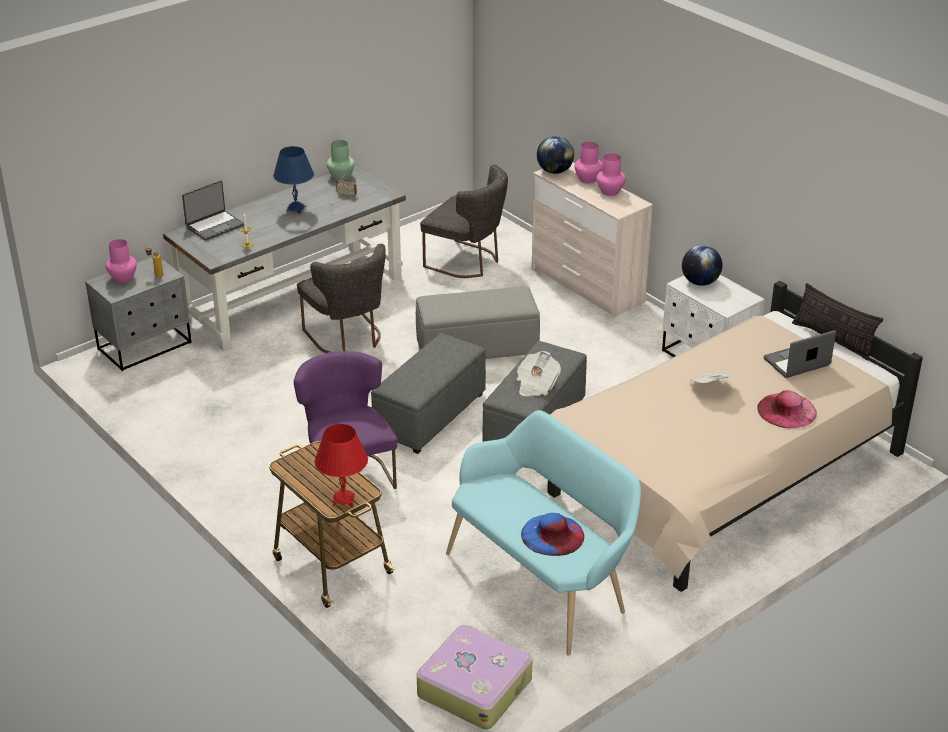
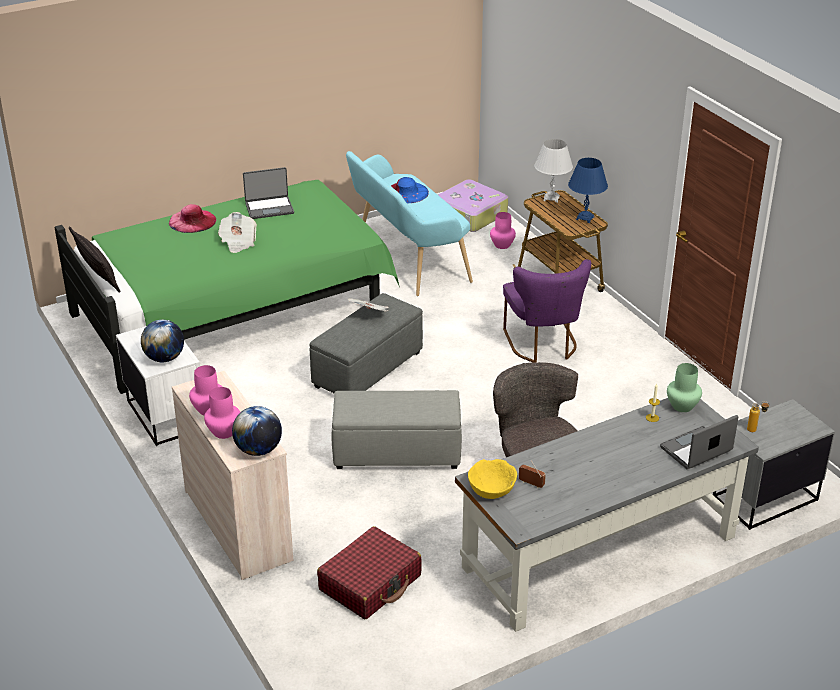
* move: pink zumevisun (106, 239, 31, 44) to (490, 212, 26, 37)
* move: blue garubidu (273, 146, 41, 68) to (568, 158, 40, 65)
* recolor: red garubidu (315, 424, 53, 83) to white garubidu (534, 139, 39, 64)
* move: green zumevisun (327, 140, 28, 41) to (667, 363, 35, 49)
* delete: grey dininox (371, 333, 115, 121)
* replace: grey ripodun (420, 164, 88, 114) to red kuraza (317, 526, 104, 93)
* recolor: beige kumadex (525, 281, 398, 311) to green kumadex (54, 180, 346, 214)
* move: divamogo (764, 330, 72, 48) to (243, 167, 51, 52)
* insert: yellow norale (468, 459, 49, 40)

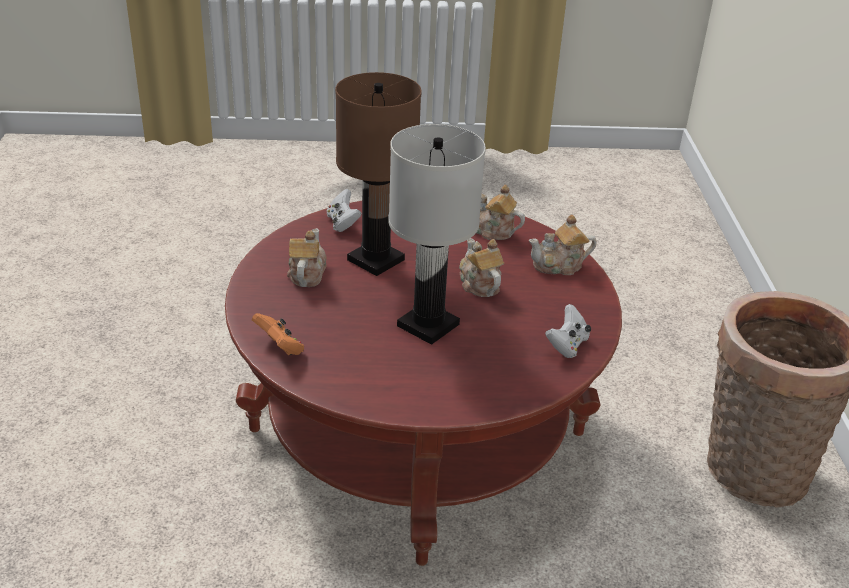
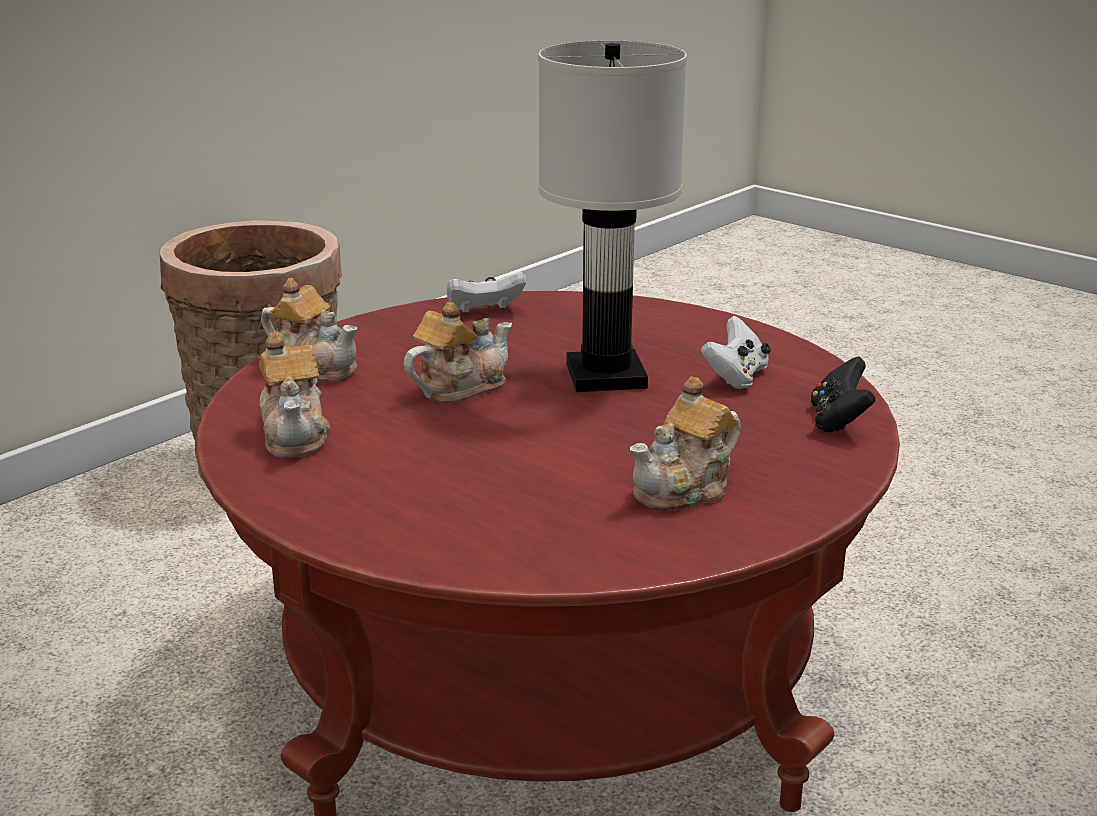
* recolor: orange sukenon (252, 313, 52, 42) to black sukenon (811, 357, 65, 75)
* move: white sukenon (327, 189, 35, 43) to (701, 316, 70, 73)
* delete: brown garubidu (335, 72, 87, 204)
* rotate: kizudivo (459, 238, 45, 59) = (404, 302, 108, 101) 150 degrees counterclockwise

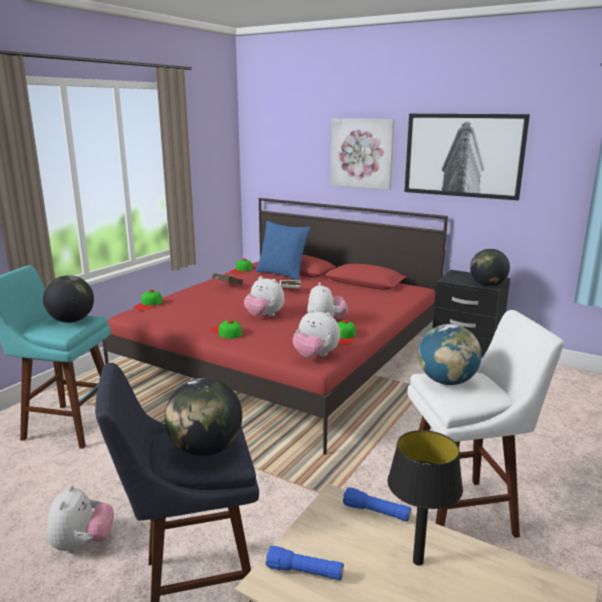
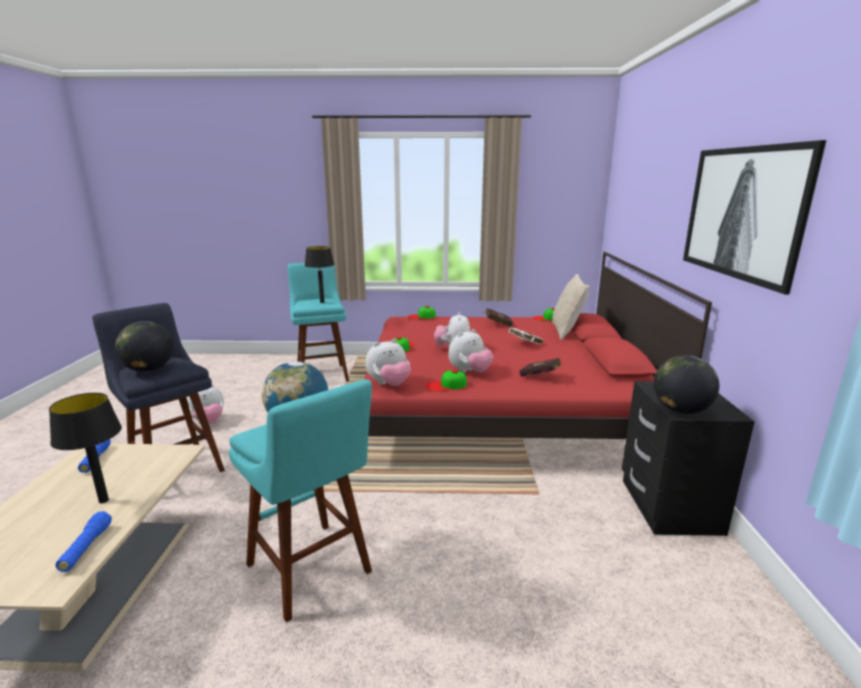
* replace: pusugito (43, 275, 51, 48) to black garubidu (305, 246, 29, 57)
* recolor: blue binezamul (255, 221, 56, 59) to beige binezamul (552, 274, 38, 66)
* rotate: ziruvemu (293, 309, 47, 49) = (366, 339, 45, 47) 120 degrees counterclockwise
* delete: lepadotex (330, 118, 65, 72)
* move: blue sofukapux (343, 487, 68, 35) to (55, 511, 57, 61)
* recolor: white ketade (407, 310, 157, 228) to turquoise ketade (229, 380, 143, 243)
* insert: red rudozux (519, 358, 43, 19)

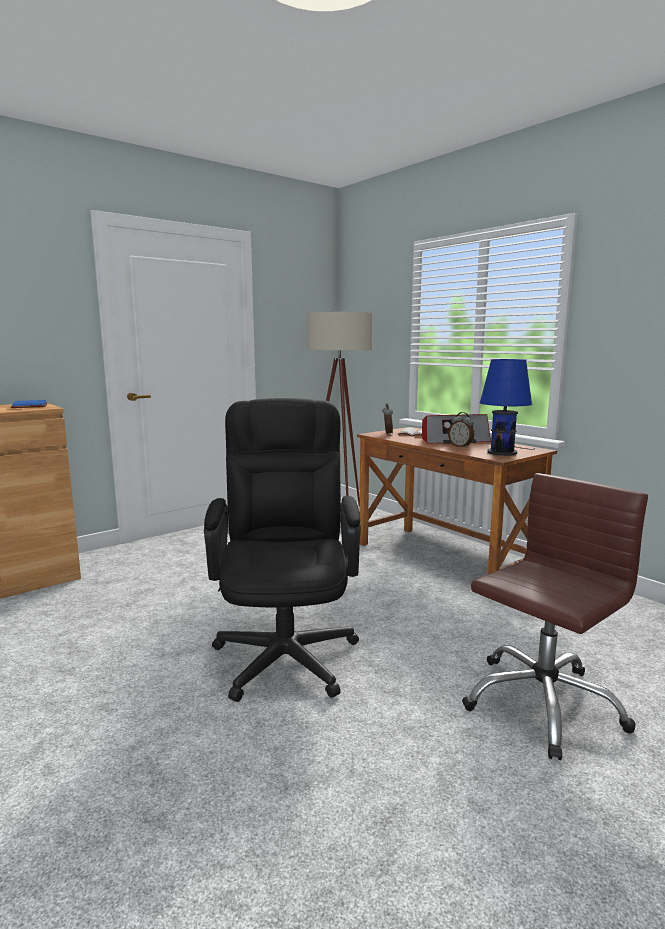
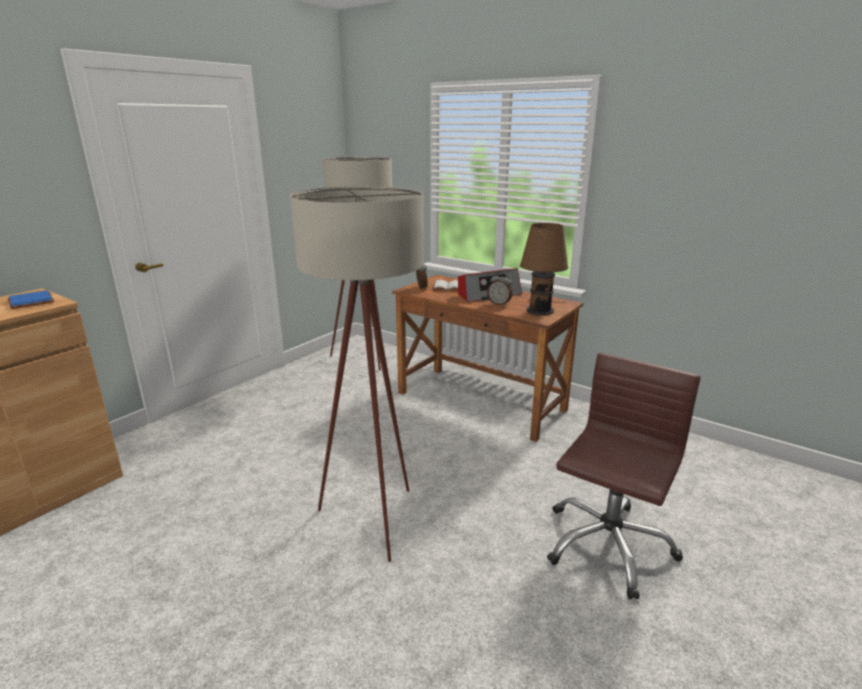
* replace: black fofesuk (204, 398, 157, 304) to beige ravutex (290, 186, 134, 376)
* recolor: blue garubidu (479, 359, 56, 97) to brown garubidu (520, 223, 48, 92)

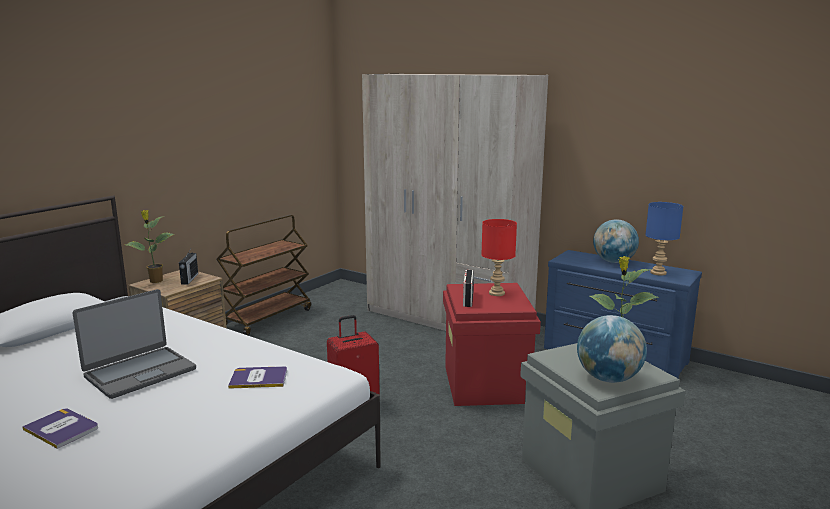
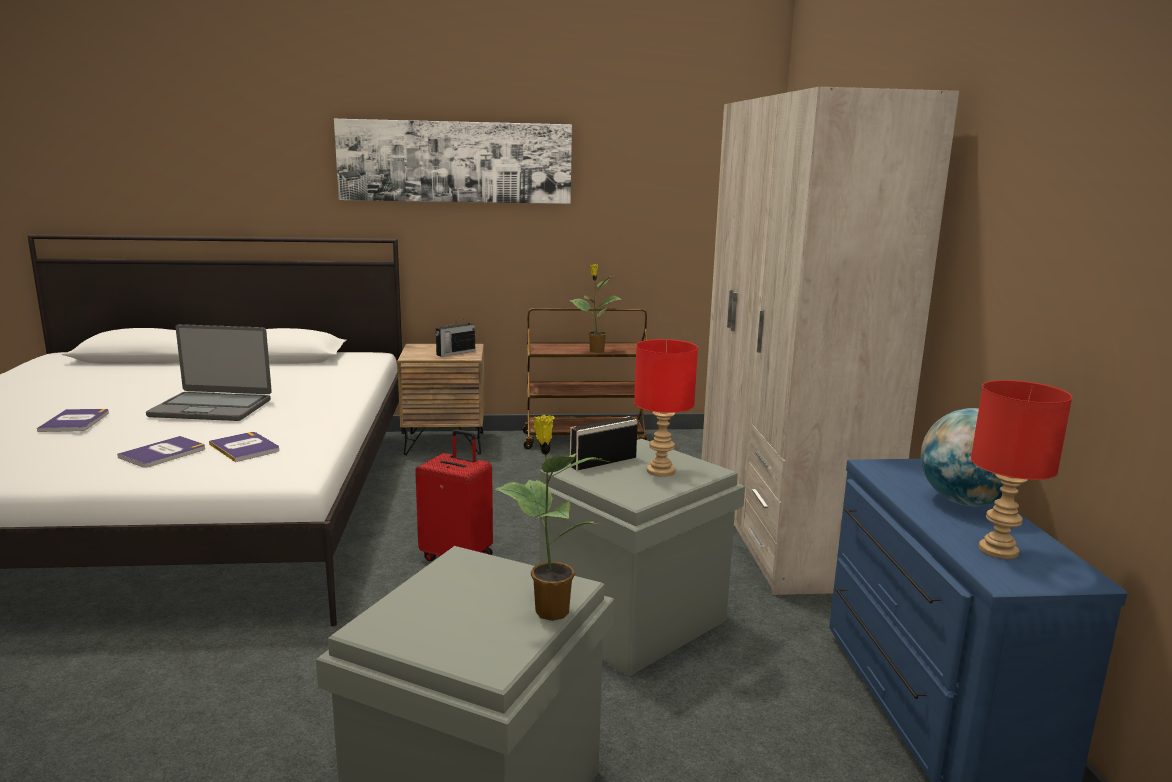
* move: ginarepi (125, 210, 49, 73) to (569, 264, 53, 89)
* recolor: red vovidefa (443, 283, 98, 123) to grey vovidefa (539, 439, 206, 237)
* delete: pusugito (577, 315, 70, 68)
* recolor: blue garubidu (645, 202, 39, 74) to red garubidu (971, 380, 101, 179)
* insert: rudozux (117, 436, 88, 31)
* insert: lepadotex (334, 119, 238, 85)

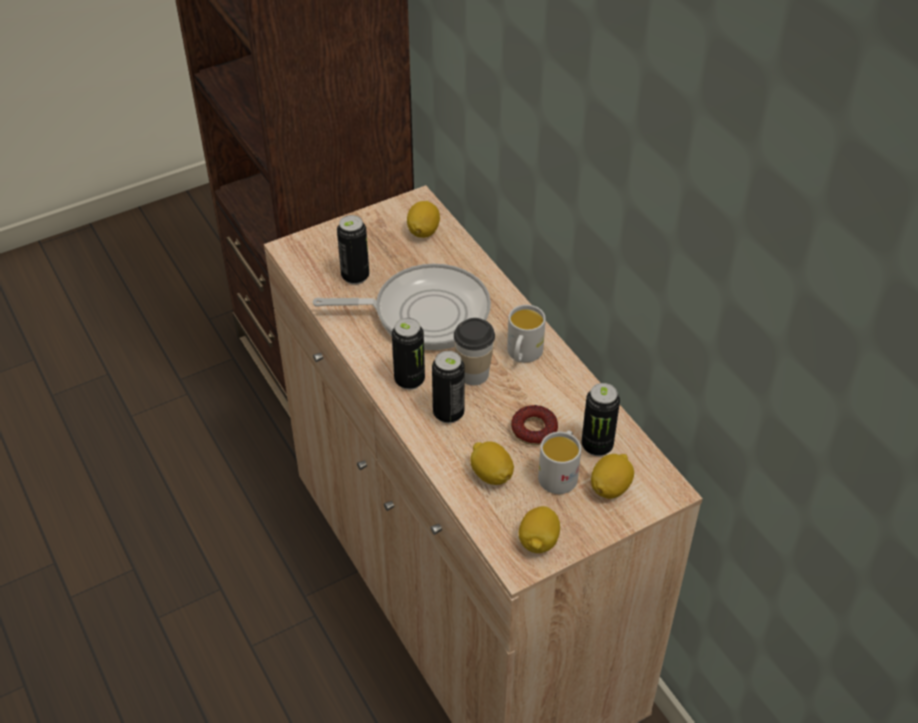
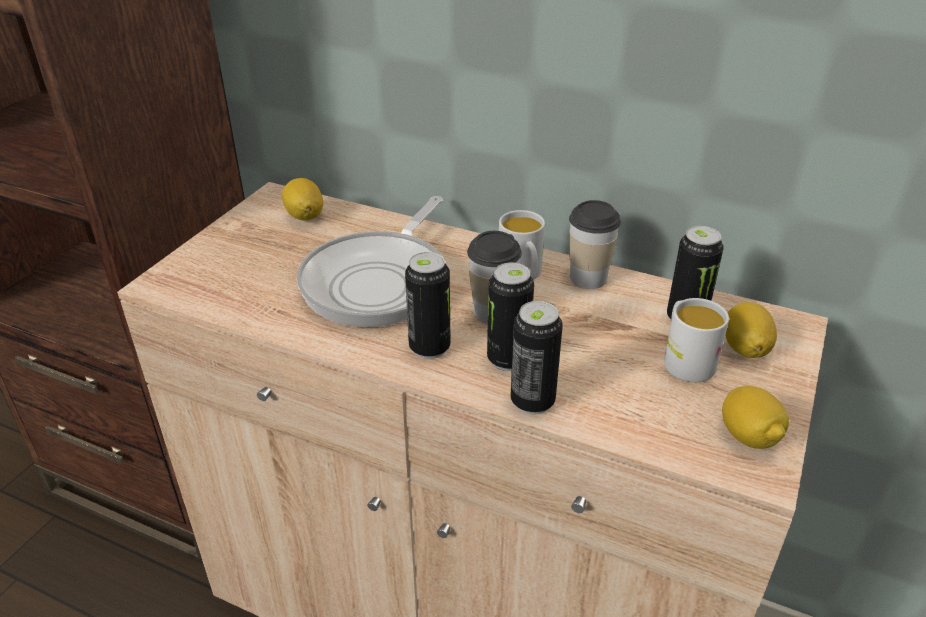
* rotate: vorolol (313, 264, 178, 86) = (297, 196, 149, 131) 150 degrees clockwise
* move: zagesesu (337, 215, 32, 70) to (510, 301, 53, 114)
* delete: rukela (470, 441, 44, 44)
* delete: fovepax (511, 405, 47, 40)
* insert: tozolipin (569, 200, 52, 89)

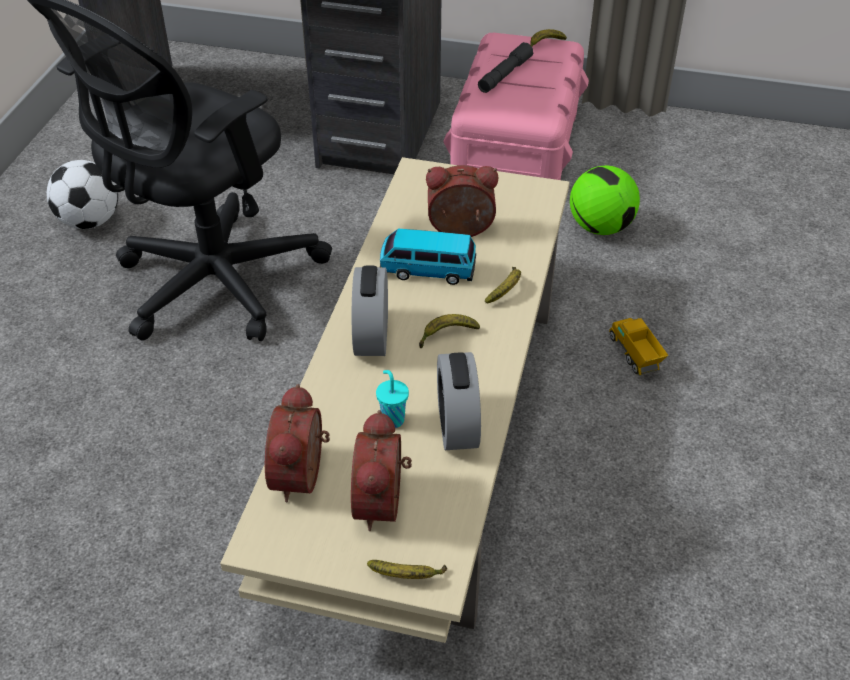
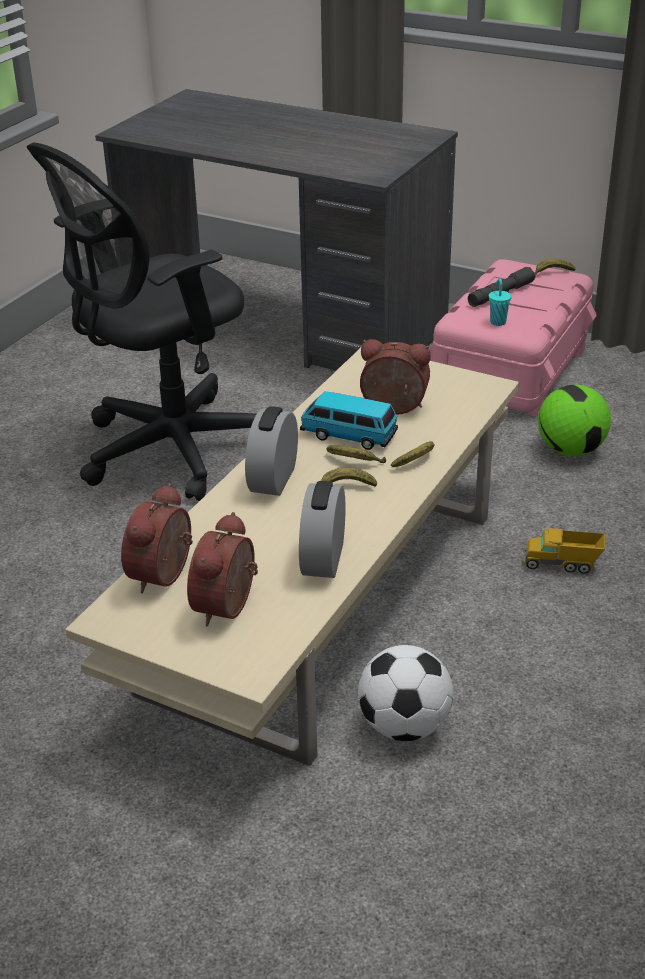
* move: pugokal (47, 160, 71, 69) to (358, 645, 95, 96)
* move: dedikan (367, 560, 80, 19) to (326, 445, 60, 18)
* move: turquoise tozolipin (376, 370, 33, 58) to (489, 278, 23, 48)
* rotate: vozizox (609, 318, 59, 57) = (525, 528, 80, 46) 75 degrees counterclockwise

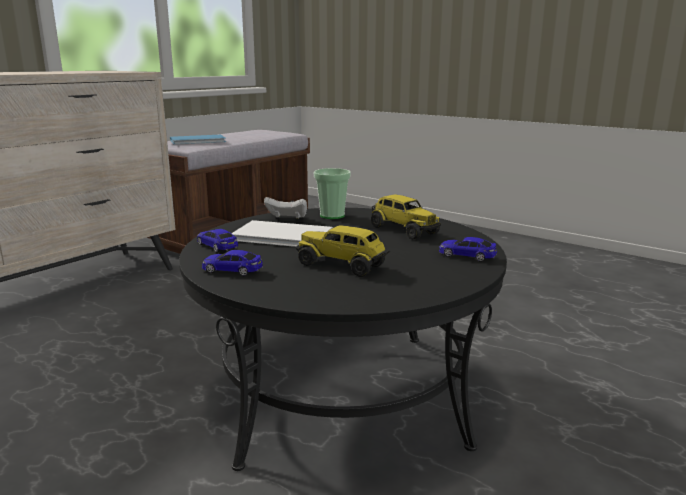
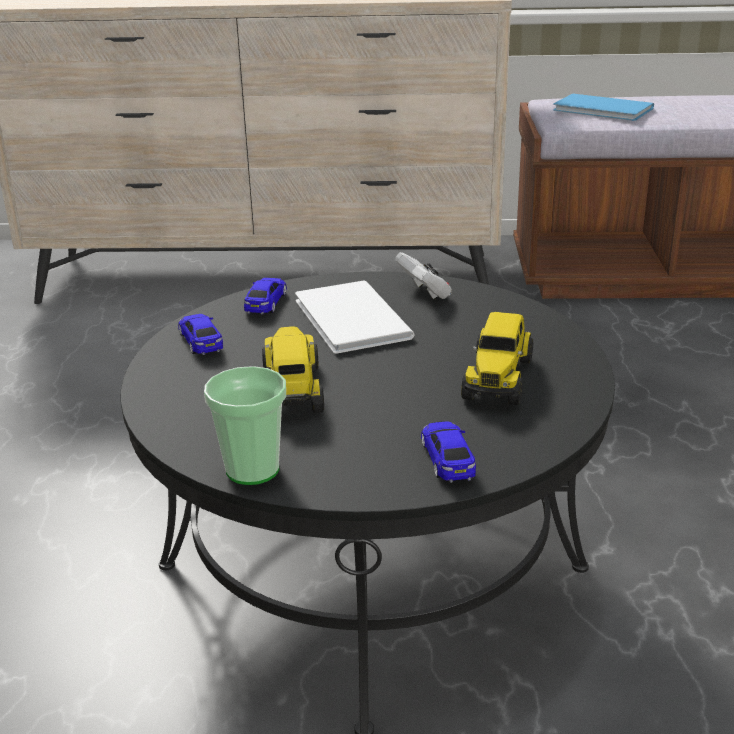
* move: tozolipin (314, 168, 37, 51) to (204, 366, 82, 119)

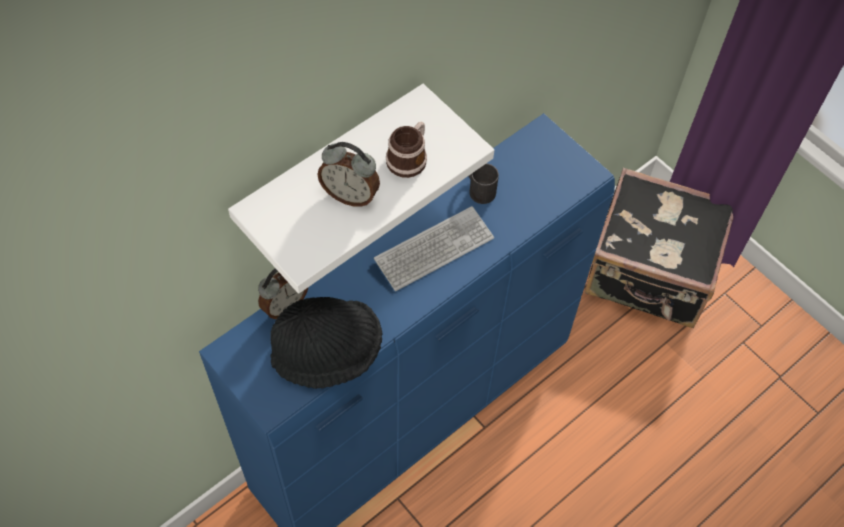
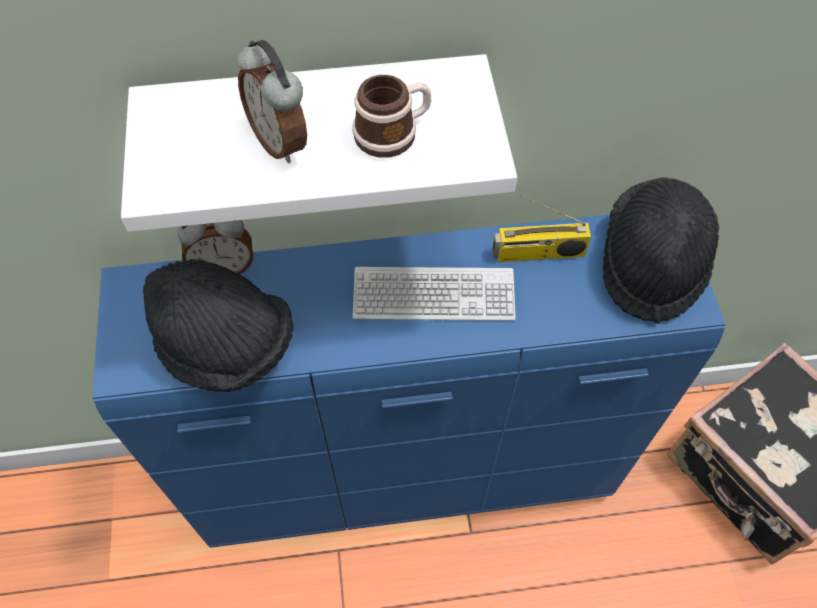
* replace: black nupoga (469, 163, 30, 41) to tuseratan (492, 195, 99, 67)
* insert: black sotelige (603, 177, 116, 147)

